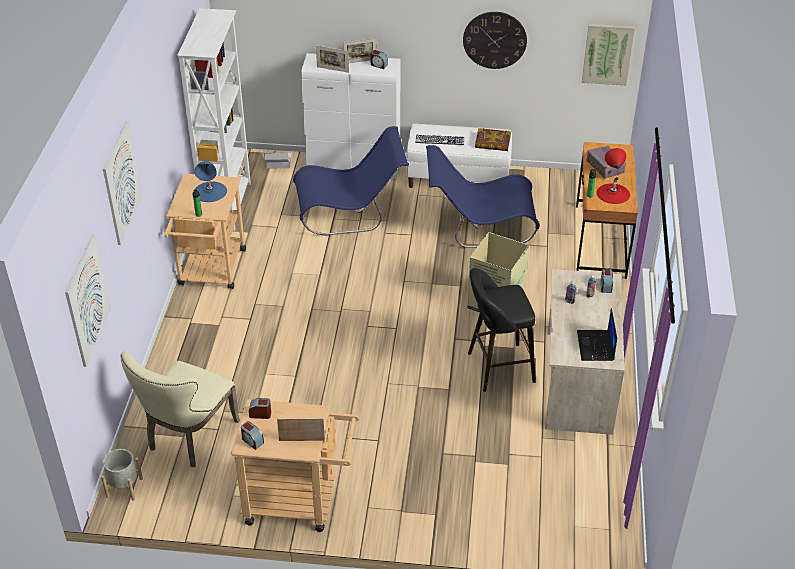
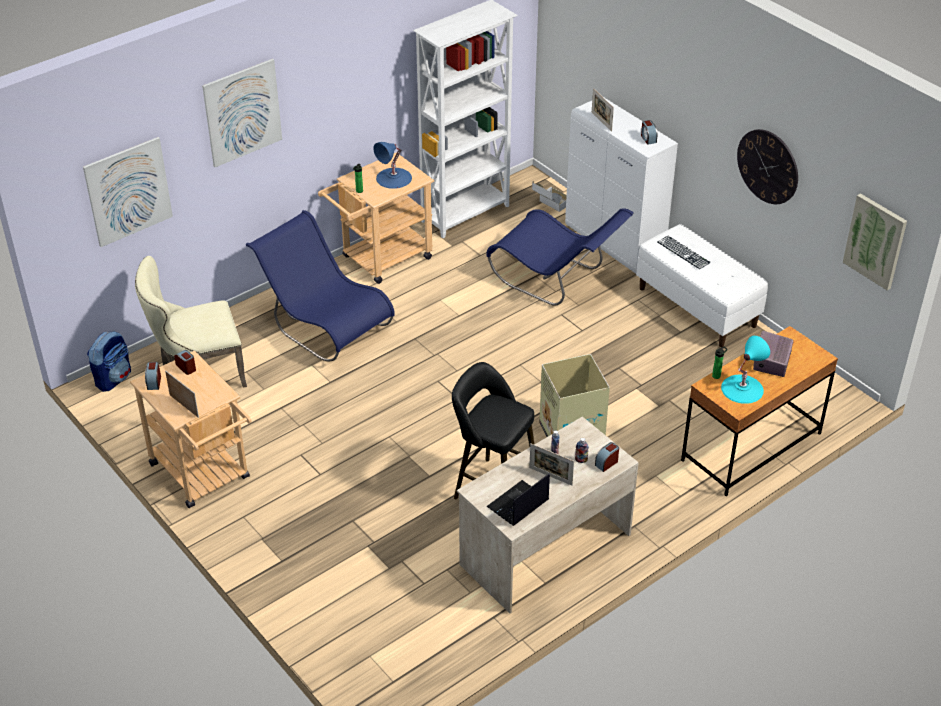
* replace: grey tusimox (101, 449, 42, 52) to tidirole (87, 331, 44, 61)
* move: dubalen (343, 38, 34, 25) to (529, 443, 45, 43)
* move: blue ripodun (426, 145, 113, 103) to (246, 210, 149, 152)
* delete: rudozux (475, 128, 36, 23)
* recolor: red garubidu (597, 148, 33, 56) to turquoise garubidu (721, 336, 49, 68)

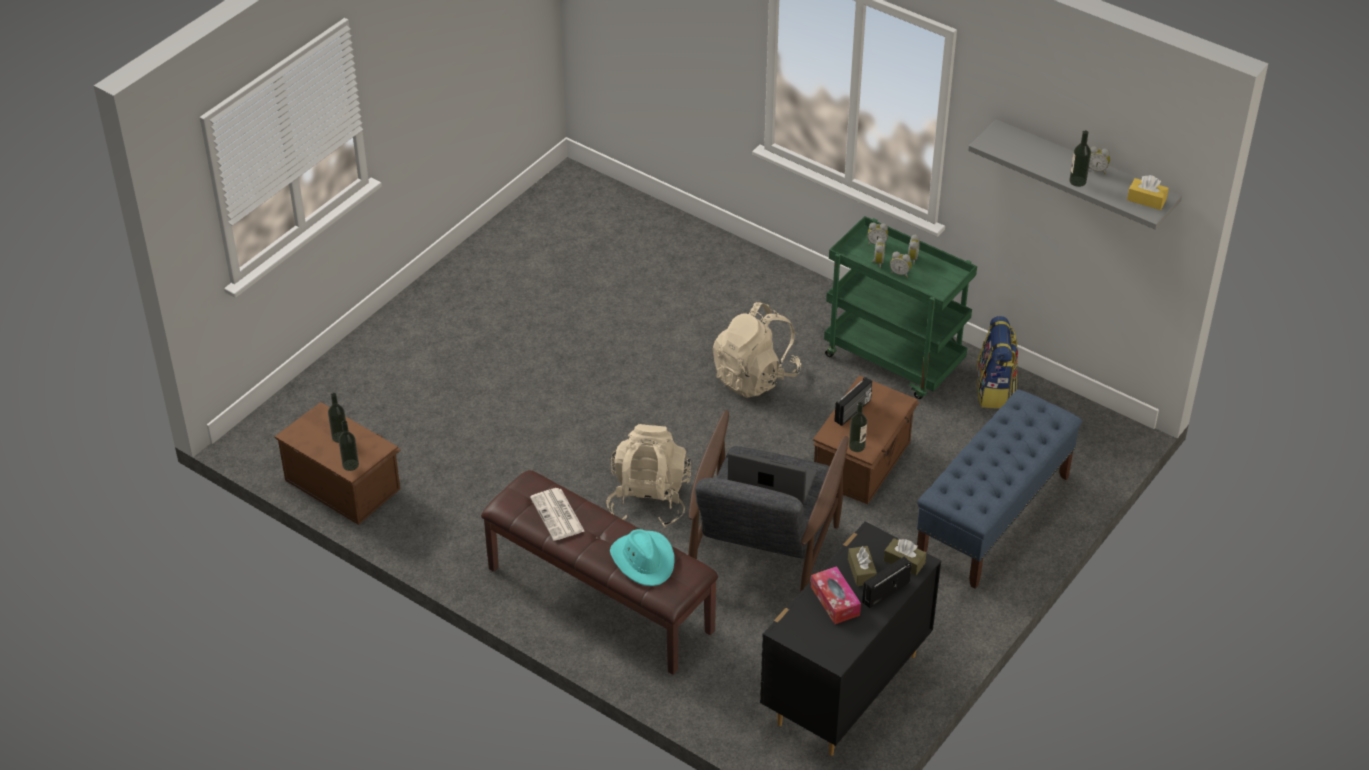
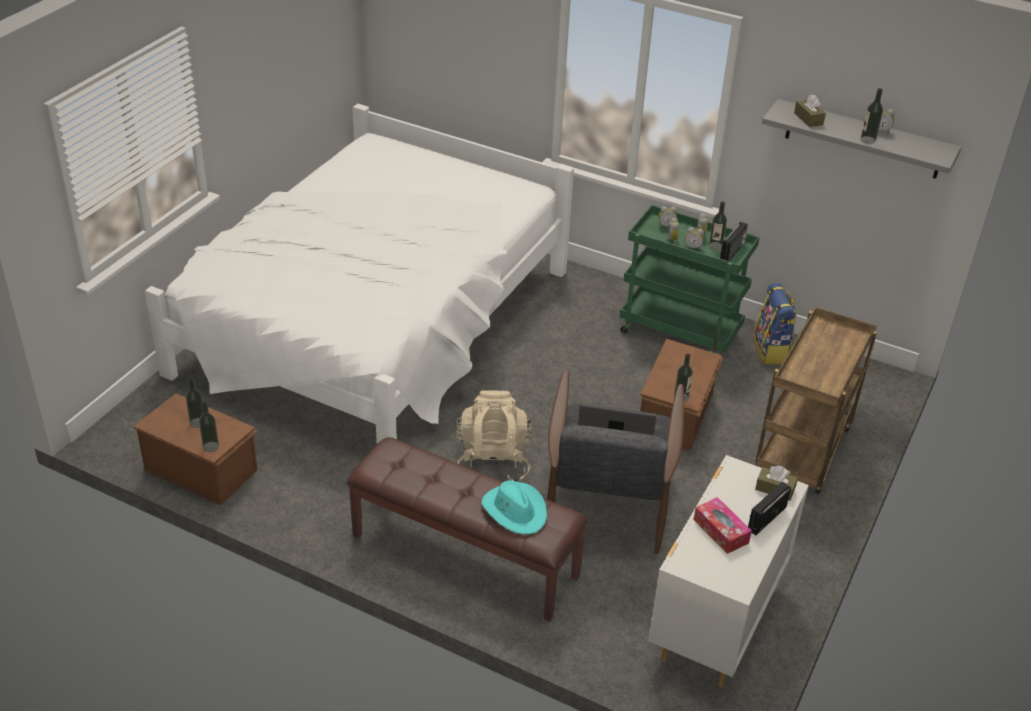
* delete: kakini (530, 488, 55, 53)
* delete: beige tidirole (713, 302, 88, 96)
* recolor: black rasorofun (760, 521, 181, 235) to white rasorofun (648, 455, 161, 232)
* move: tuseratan (834, 377, 38, 49) to (720, 222, 28, 39)
* move: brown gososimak (848, 546, 29, 40) to (794, 94, 32, 33)
* replace: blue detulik (917, 389, 165, 200) to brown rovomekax (755, 307, 122, 187)
* delete: yellow gososimak (1127, 175, 42, 35)
* insert: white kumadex (144, 104, 430, 340)
* insert: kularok (709, 201, 18, 49)

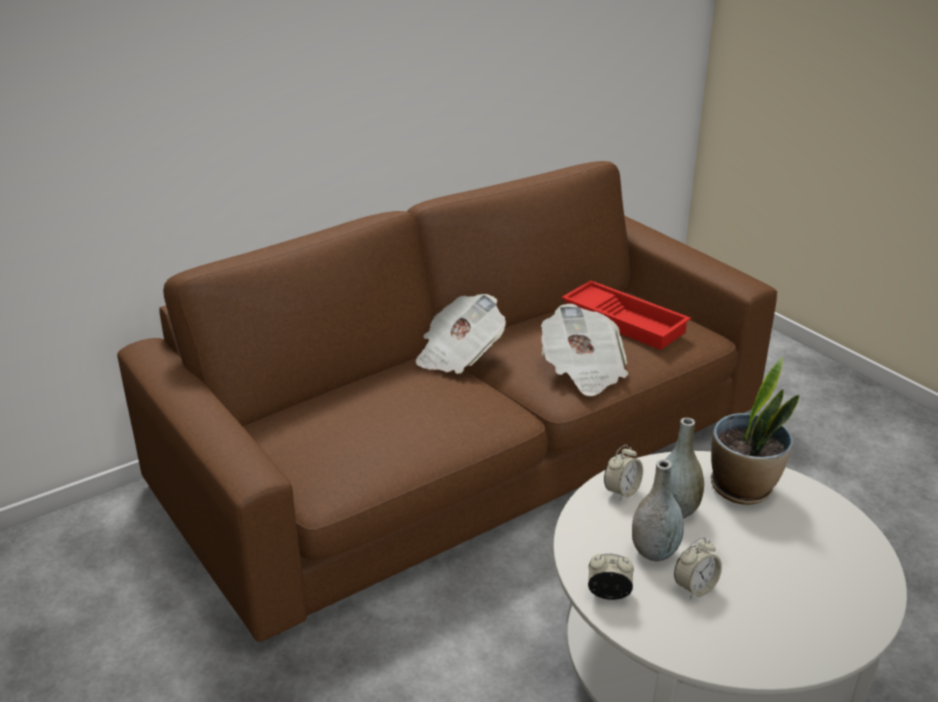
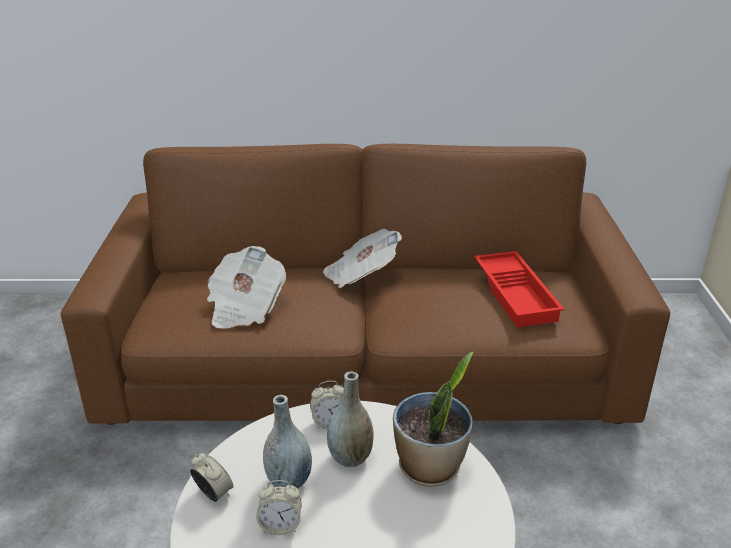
* move: kakini (541, 304, 87, 93) to (207, 246, 79, 83)

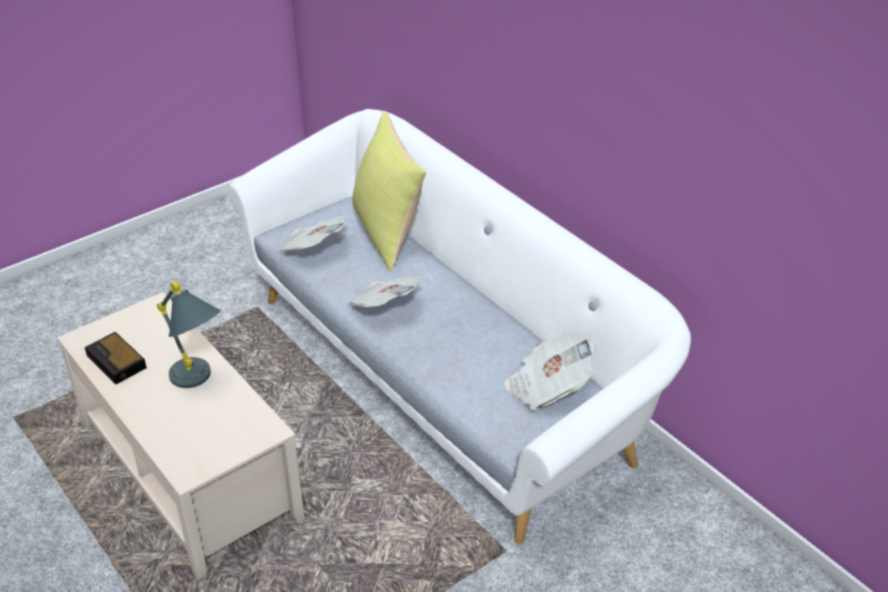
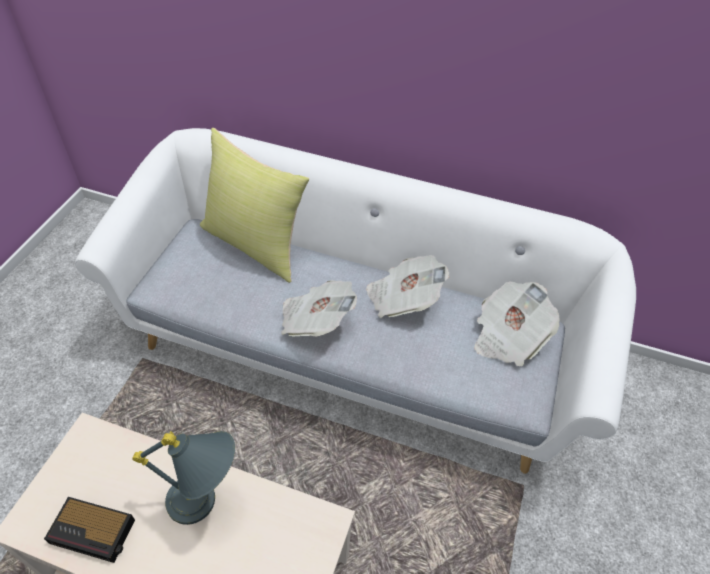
* move: kakini (279, 215, 70, 36) to (366, 255, 83, 63)

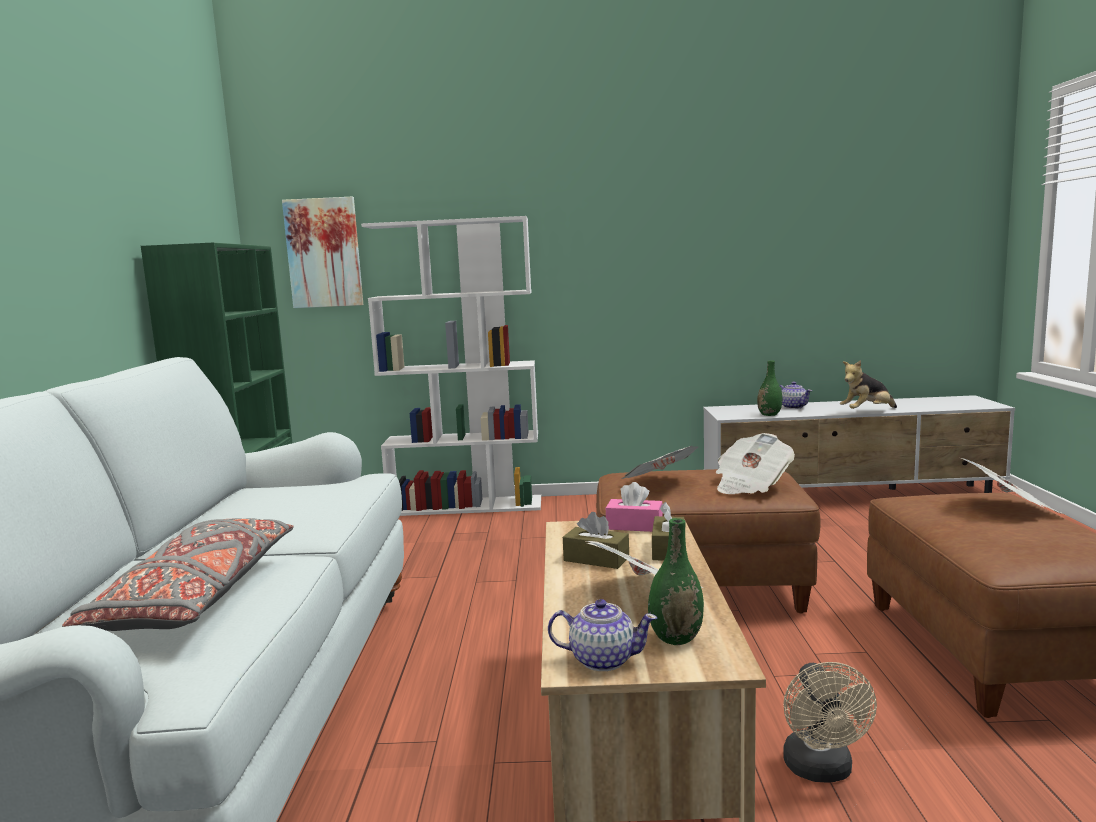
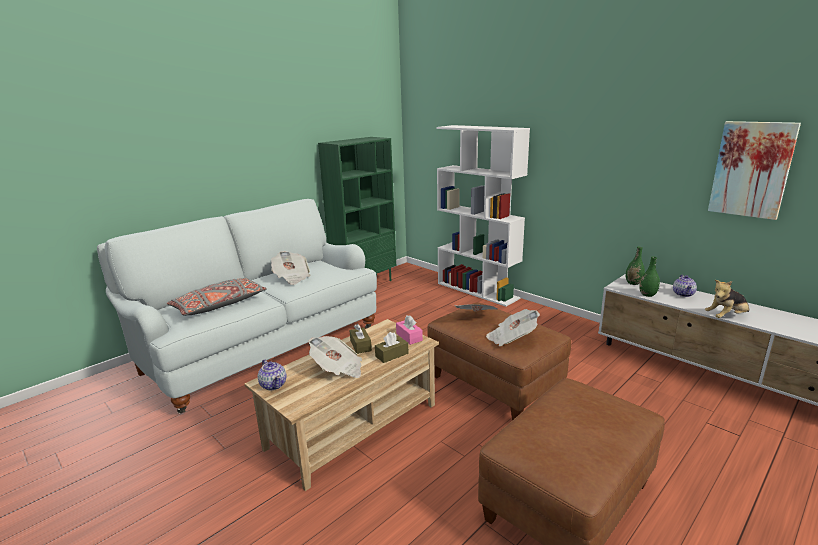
* move: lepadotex (282, 197, 81, 111) to (708, 121, 93, 99)
* move: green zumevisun (648, 518, 56, 127) to (626, 247, 19, 38)
* delete: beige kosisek (783, 662, 94, 121)
* rotate: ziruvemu (840, 360, 57, 49) = (705, 280, 44, 38) 45 degrees counterclockwise
* move: kakini (961, 458, 102, 56) to (271, 251, 40, 34)

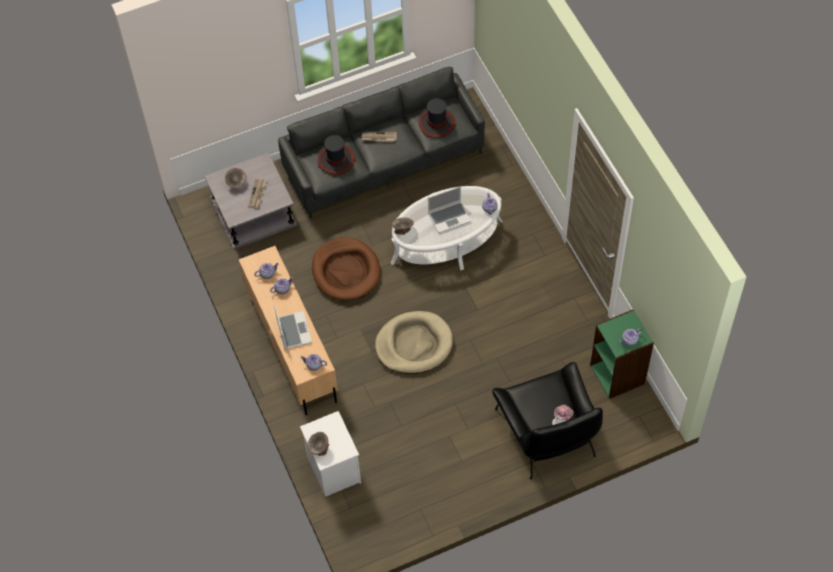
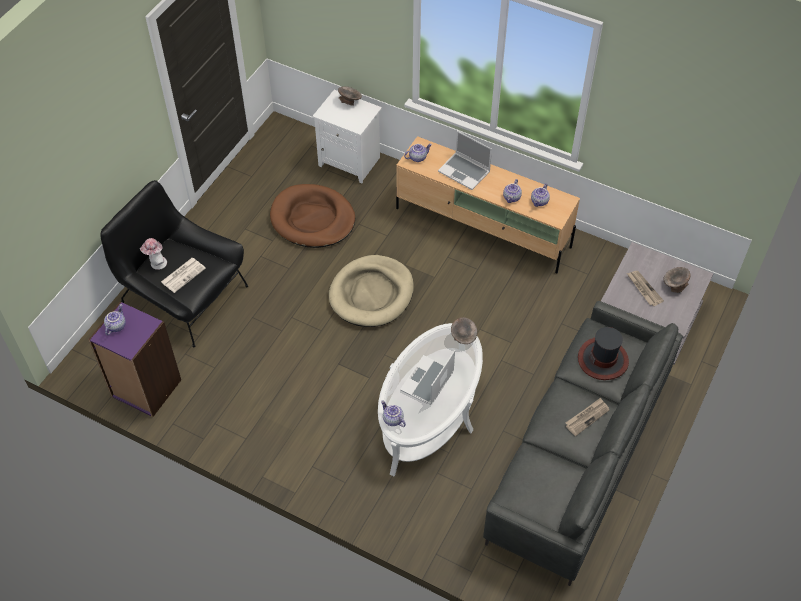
* move: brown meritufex (312, 237, 69, 64) to (270, 184, 85, 64)
* delete: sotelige (419, 98, 37, 40)
* recolor: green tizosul (590, 309, 64, 90) to purple tizosul (88, 301, 93, 116)
* insert: kakini (161, 258, 45, 35)

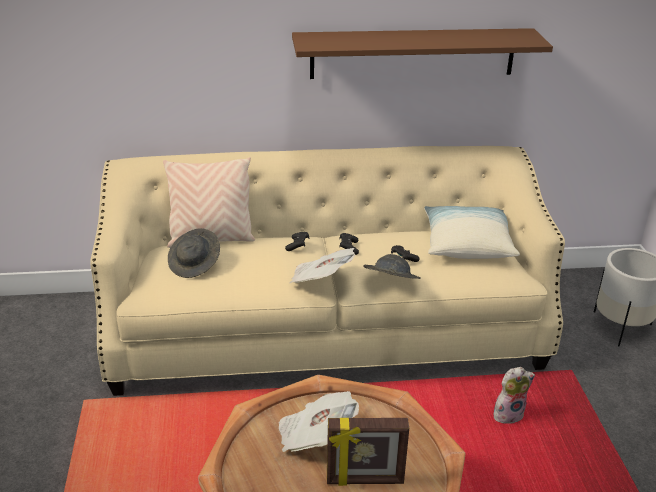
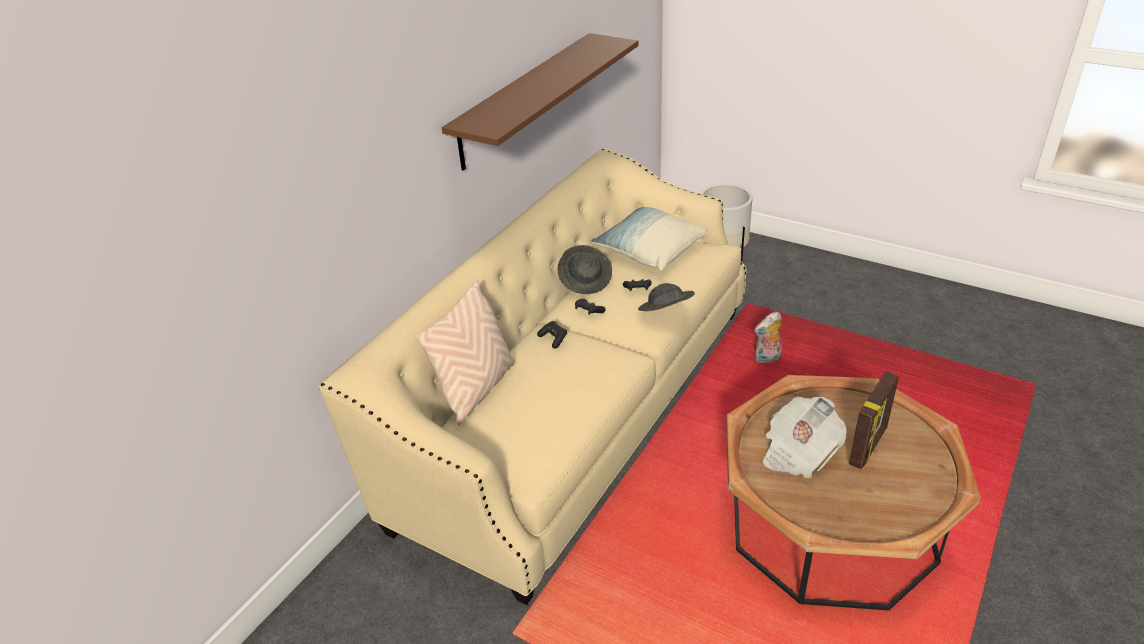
* move: grey sotelige (168, 228, 52, 50) to (558, 245, 54, 49)
* delete: kakini (289, 248, 66, 35)
* rotate: ziruvemu (494, 367, 41, 57) = (754, 311, 28, 52) 135 degrees counterclockwise

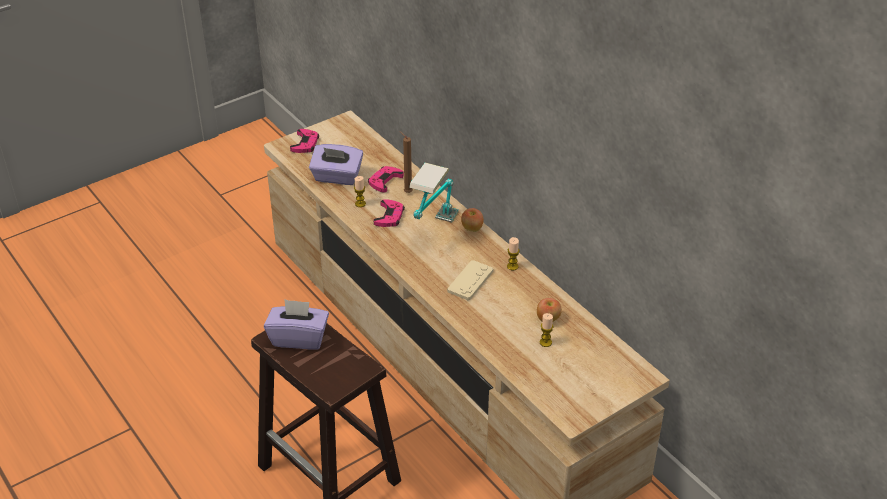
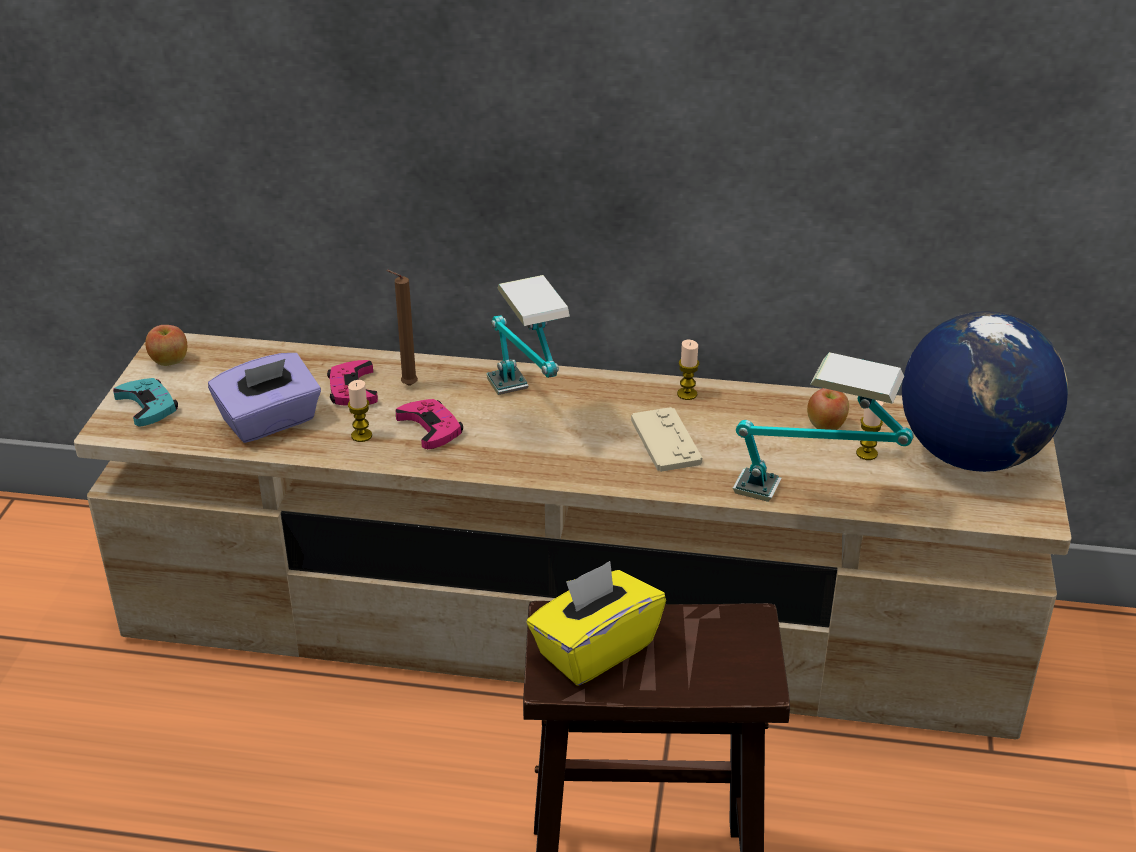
* recolor: purple gososimak (264, 299, 65, 51) to yellow gososimak (527, 561, 139, 124)
* recolor: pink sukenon (290, 129, 29, 24) to turquoise sukenon (113, 378, 65, 49)
* move: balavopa (461, 208, 23, 24) to (145, 325, 42, 41)
* insert: garubidu (733, 352, 181, 150)
* insert: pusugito (902, 311, 166, 161)

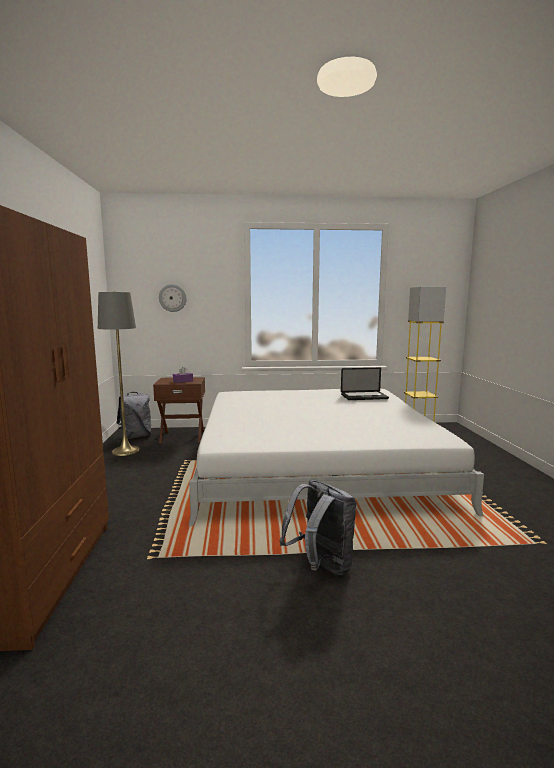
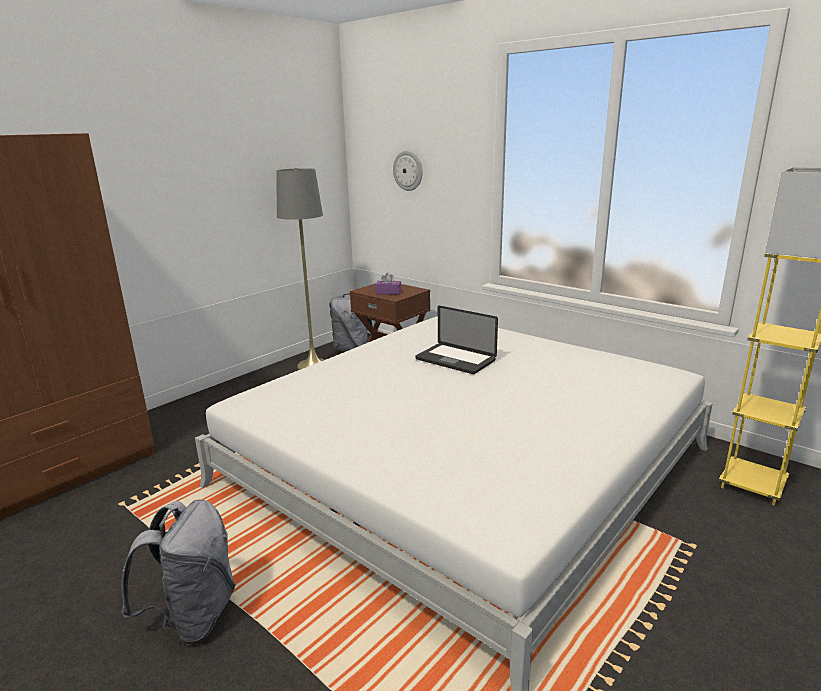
* move: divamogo (341, 368, 48, 32) to (415, 306, 83, 68)

